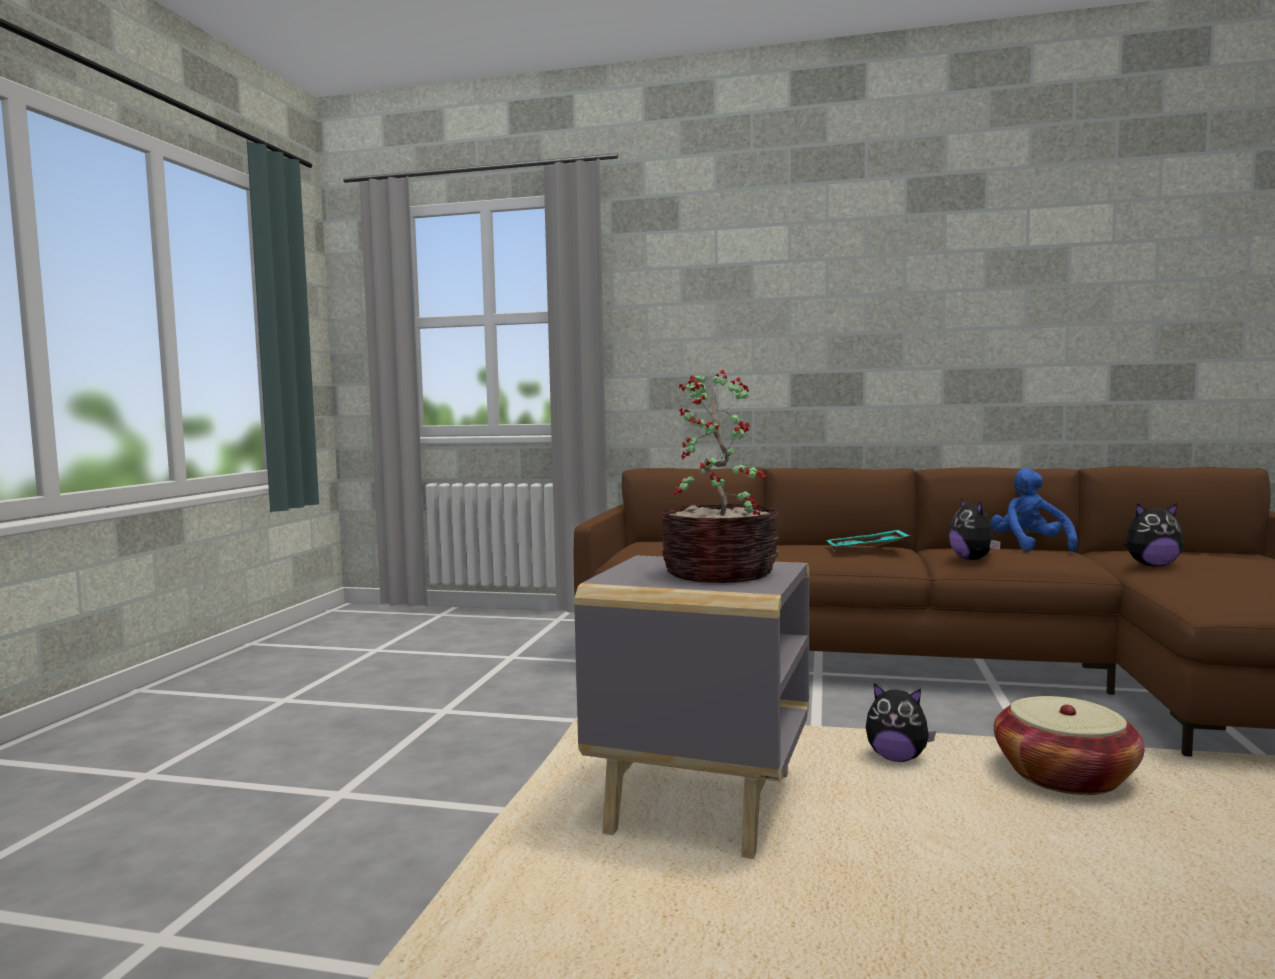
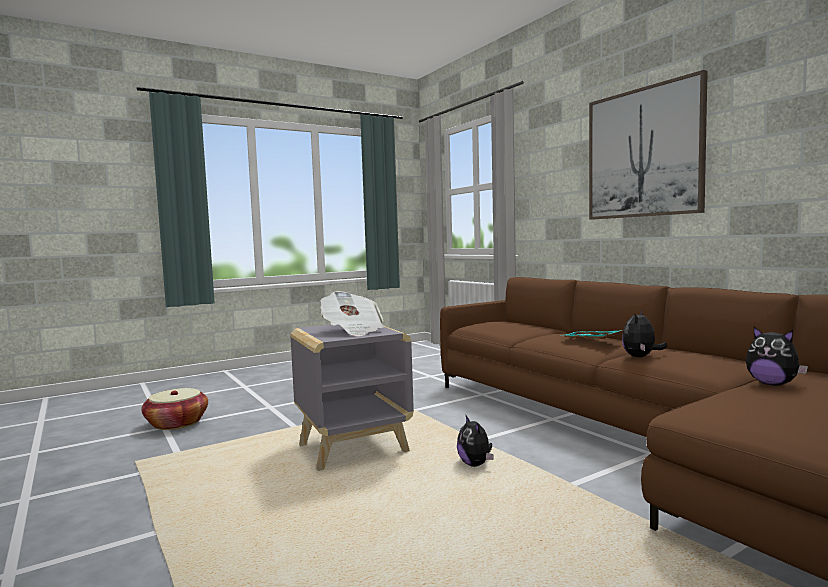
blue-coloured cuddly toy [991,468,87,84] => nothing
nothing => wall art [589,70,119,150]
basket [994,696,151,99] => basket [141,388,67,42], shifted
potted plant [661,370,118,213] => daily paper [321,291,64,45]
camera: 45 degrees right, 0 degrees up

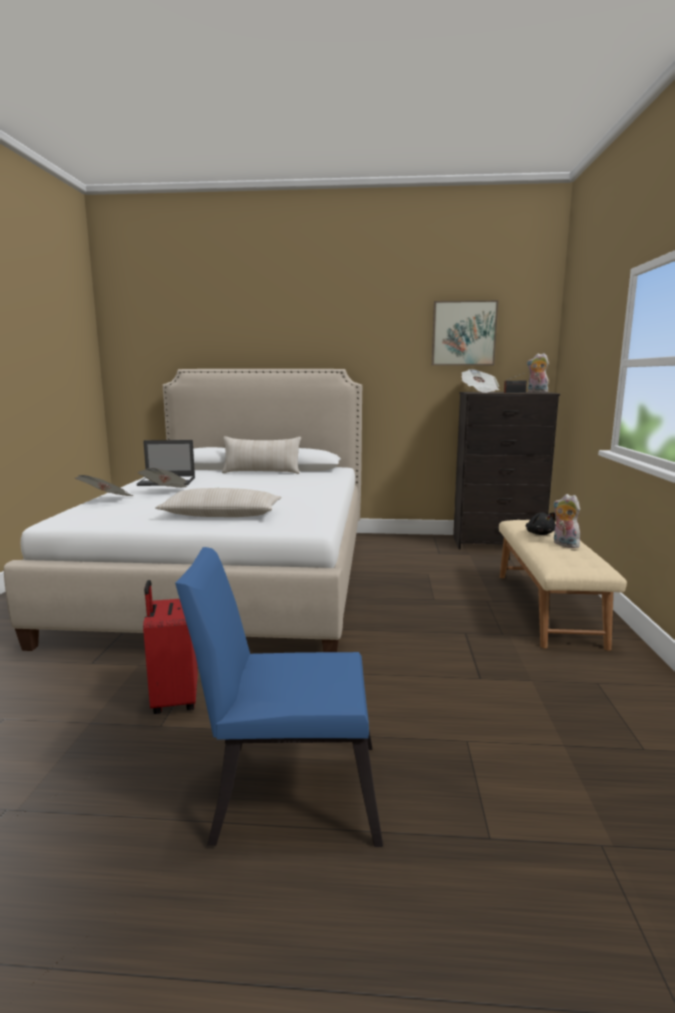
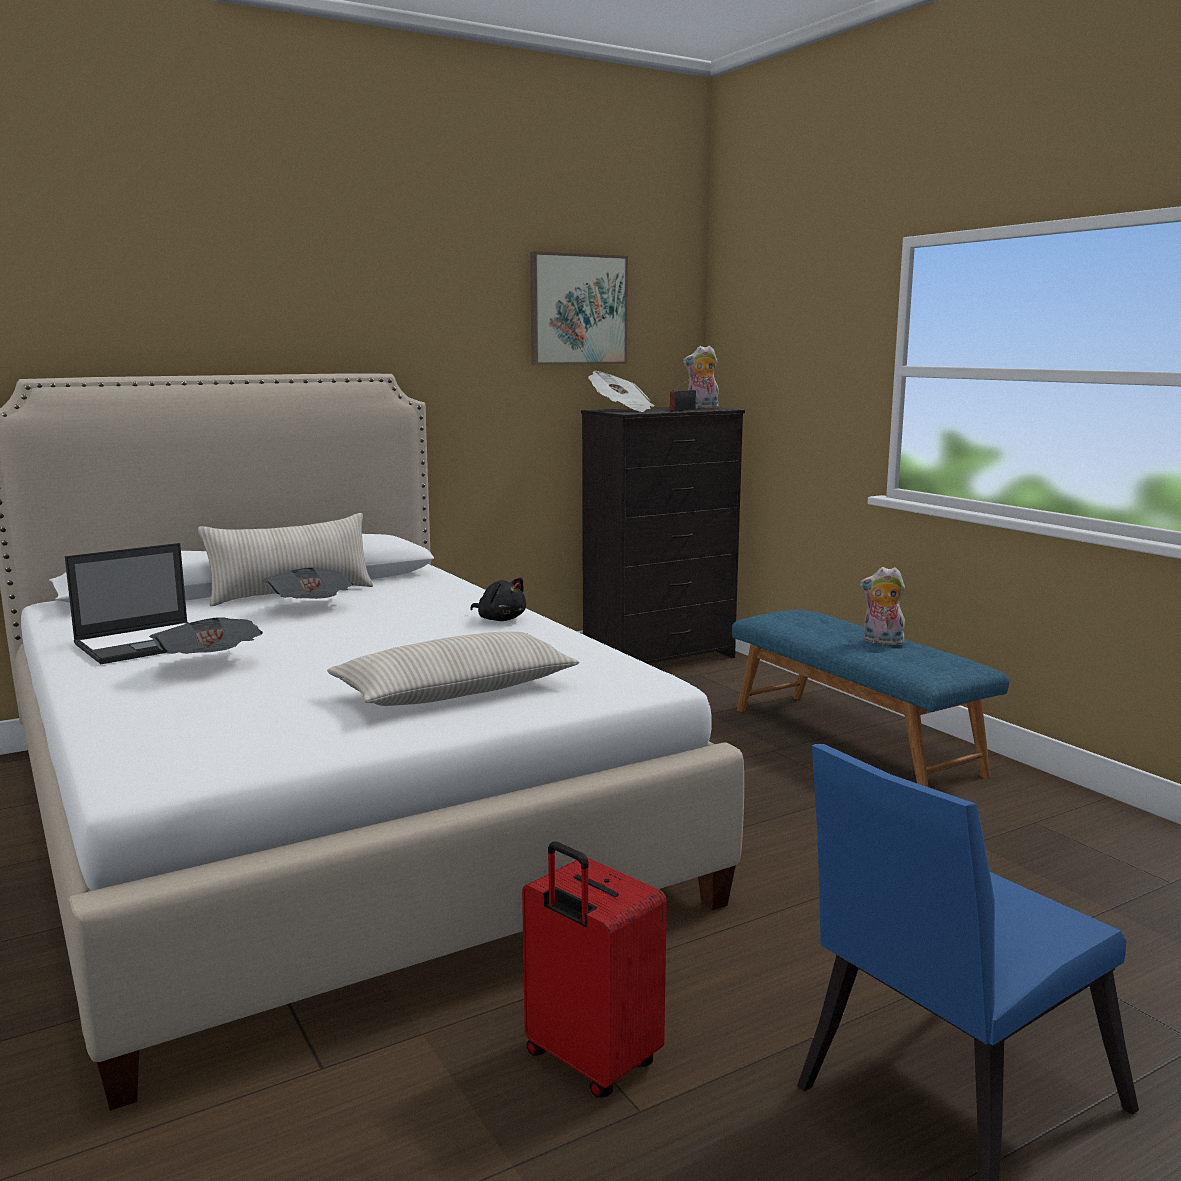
daily paper [75,475,59,21] => daily paper [263,567,90,32], shifted
black-coloured cuddly toy [526,512,30,23] => black-coloured cuddly toy [470,578,56,43], shifted
beige-coloured indoor bench [499,520,128,131] => blue-coloured indoor bench [732,610,277,177]
camera: 35 degrees left, 0 degrees up

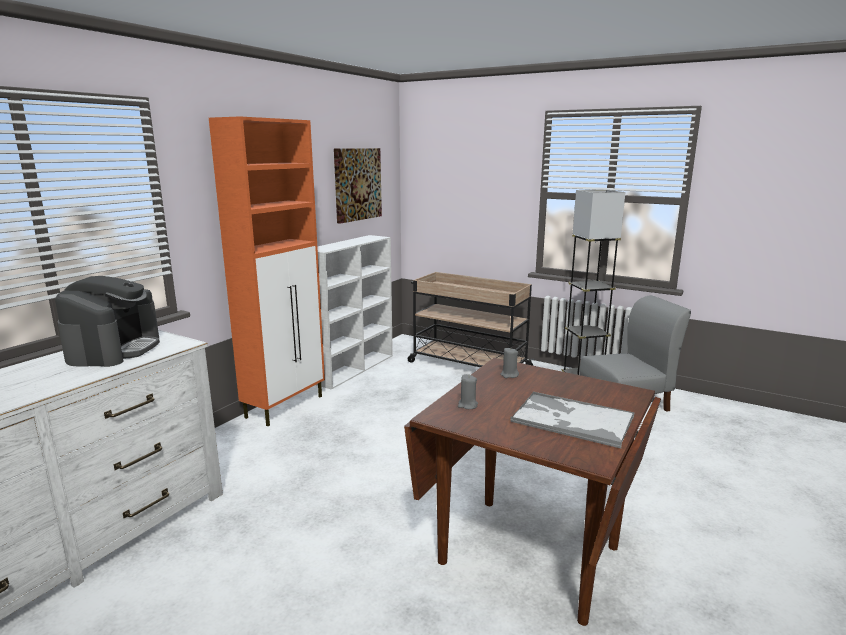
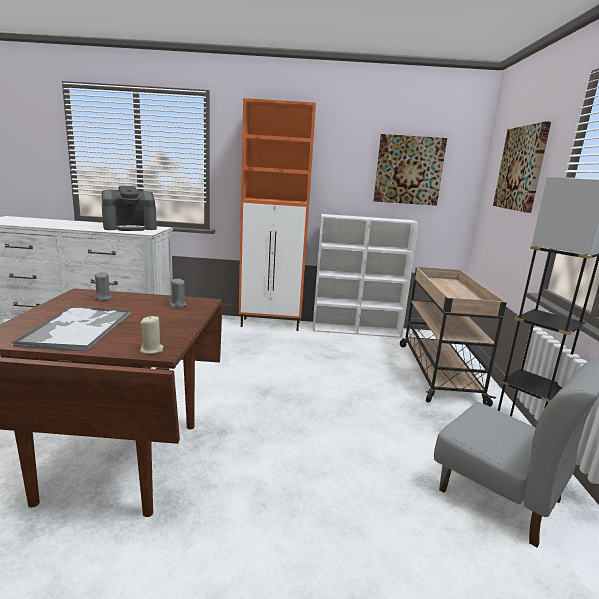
nothing => beige-coloured candle [140,315,24,39]
nothing => wall art [493,121,58,92]
camera: 60 degrees right, 0 degrees up

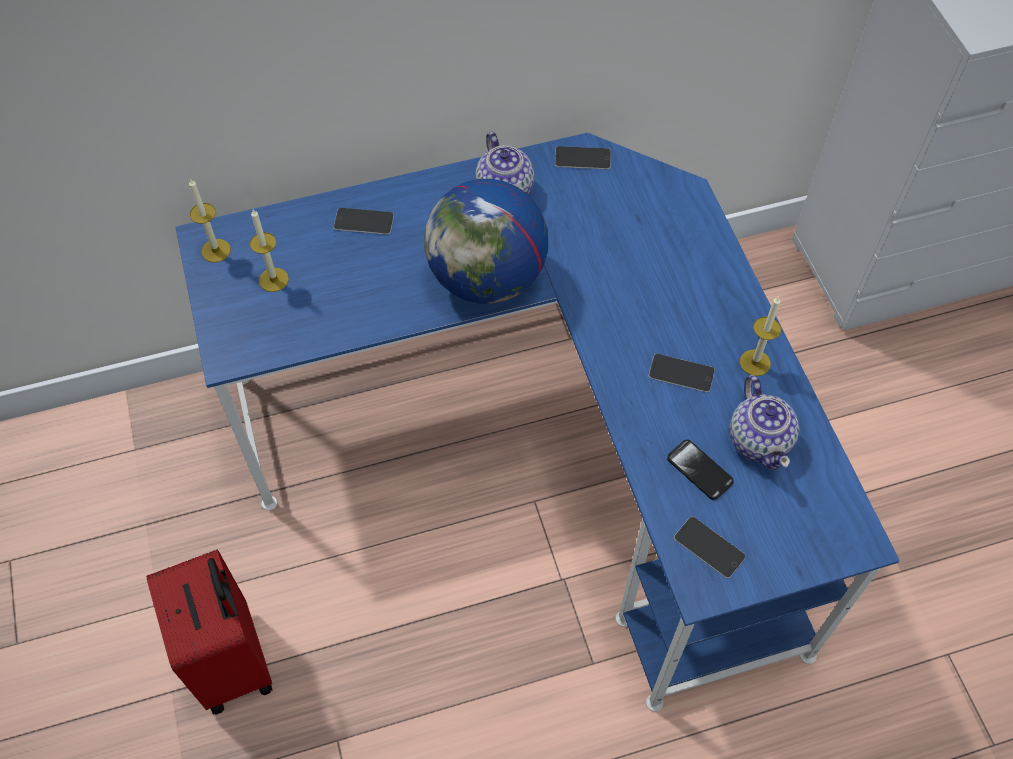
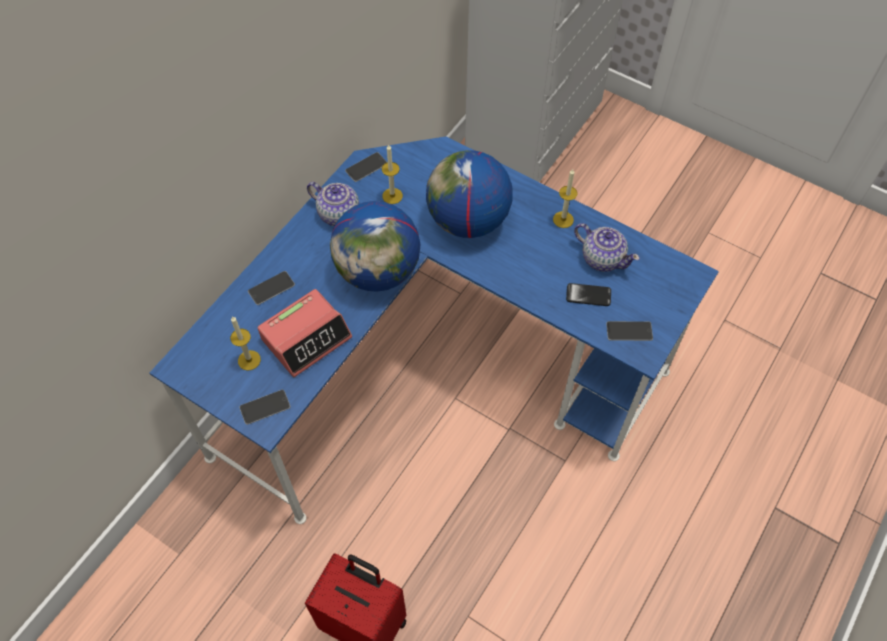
nothing => alarm clock [257,289,95,88]
nothing => world globe [426,150,87,88]
candle [189,178,42,85] => candle [382,145,21,59], shifted
handset [648,354,67,39] => handset [240,390,51,35], shifted
camera: 40 degrees left, 0 degrees up

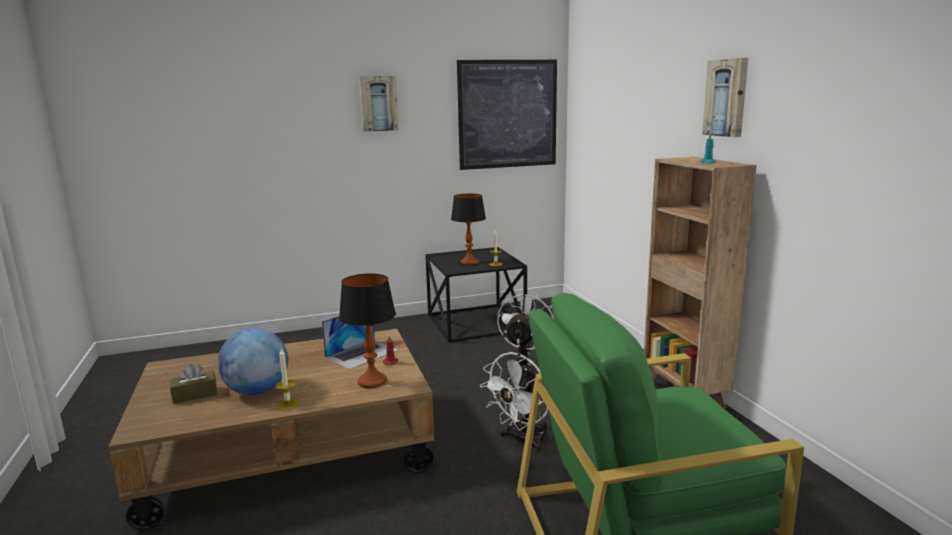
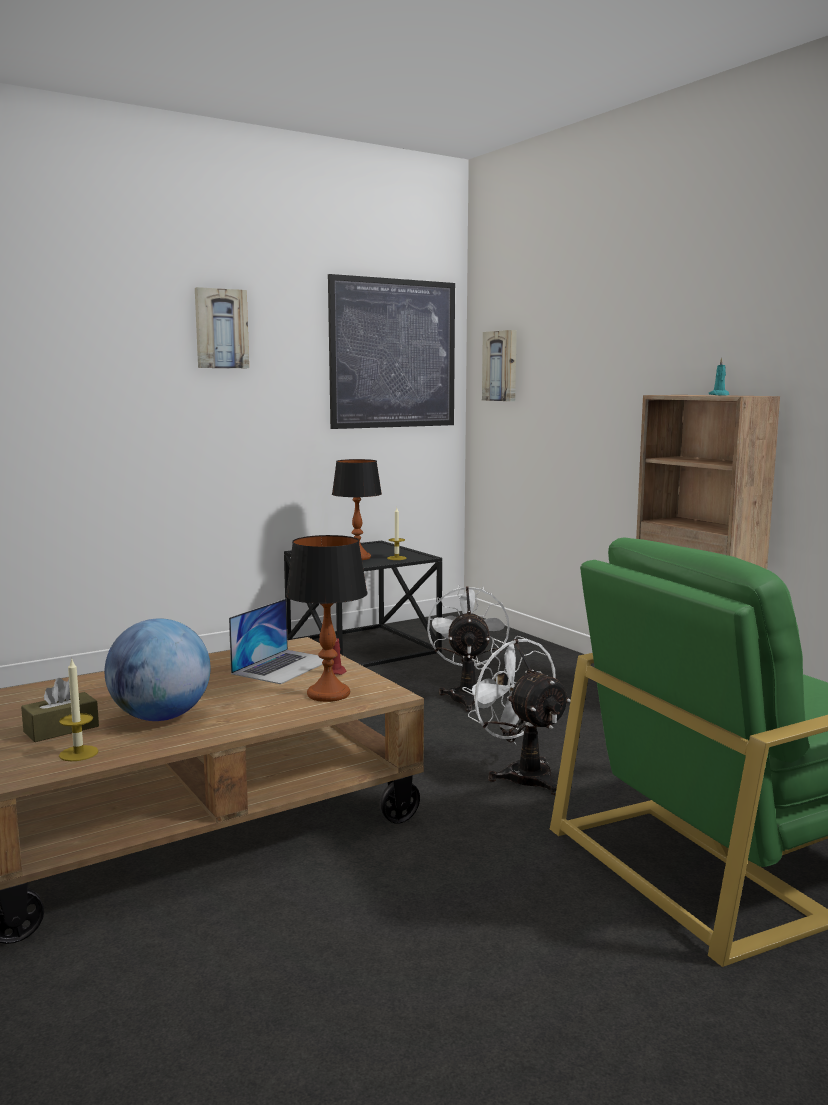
candle [276,348,24,63] => candle [59,658,39,103], shifted
wall art [702,58,46,79] => wall art [482,330,35,71], shifted
white cooling fan [480,352,68,101] => white cooling fan [462,636,109,159], 120 degrees clockwise
camera: 15 degrees left, 5 degrees down

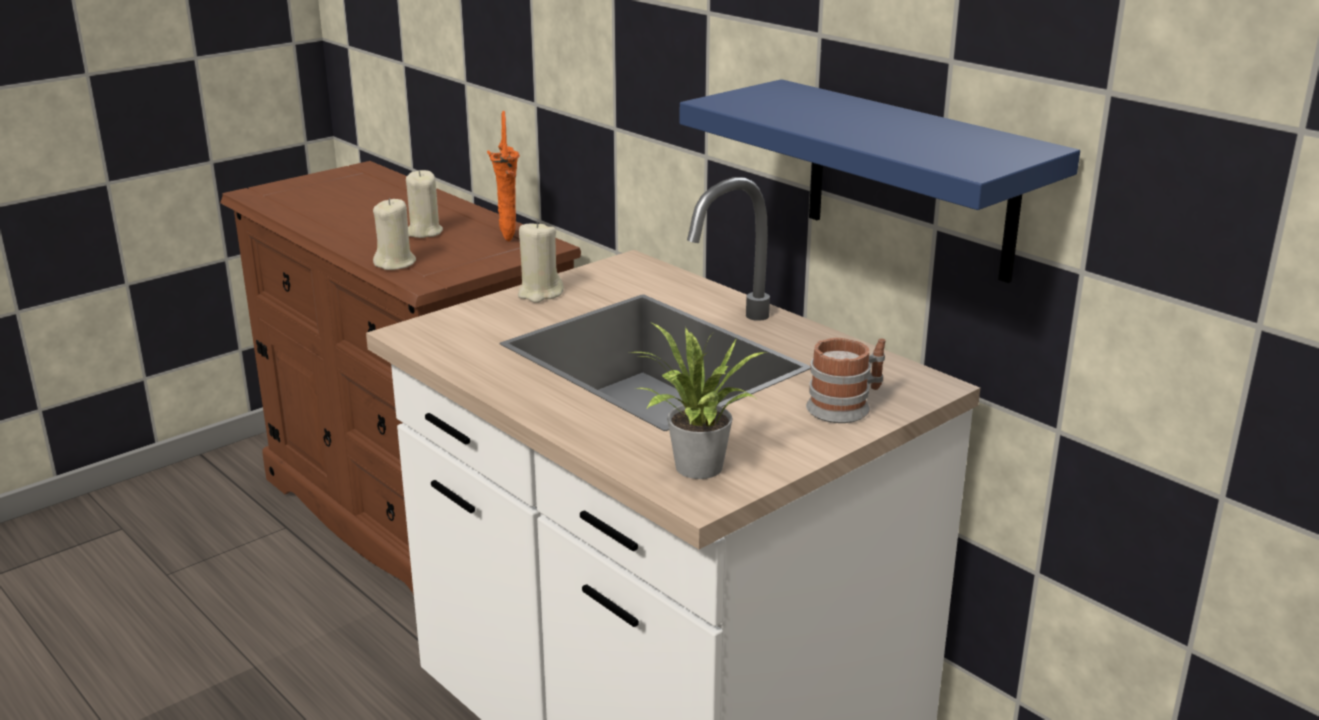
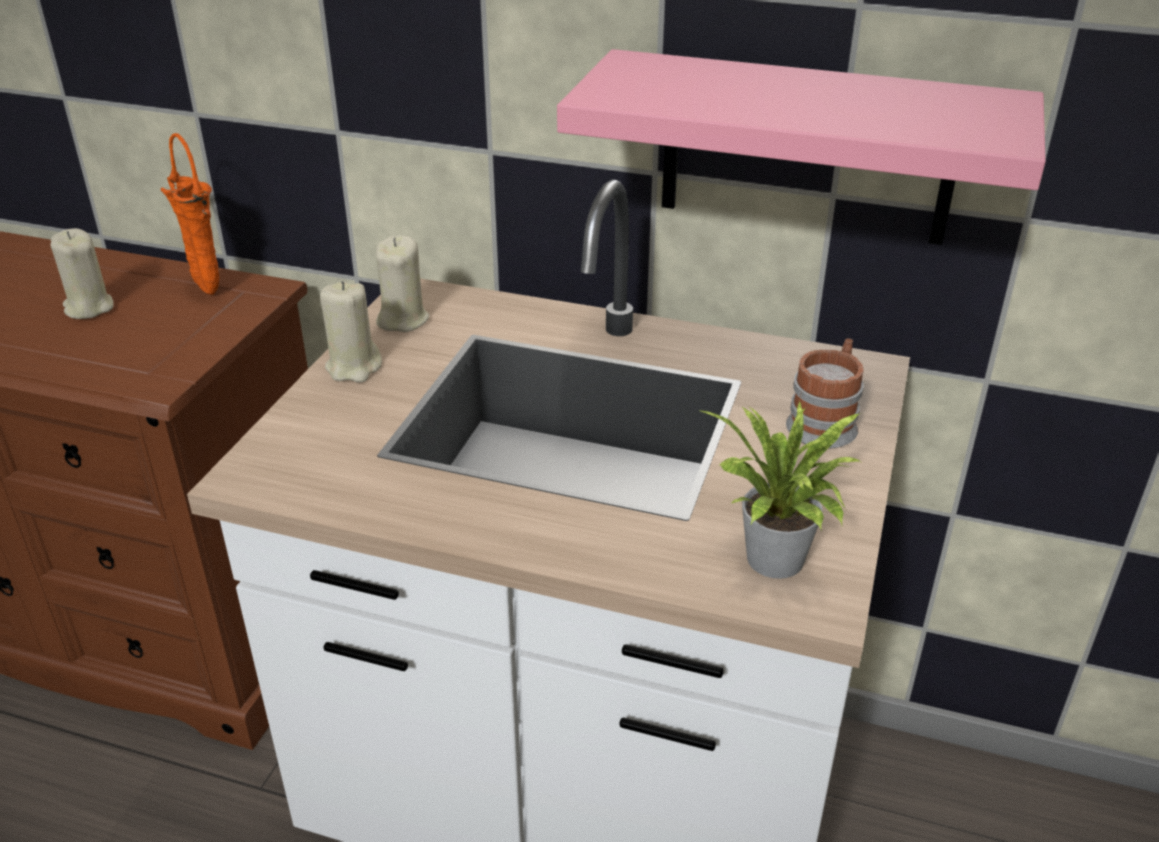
beige-coloured candle [373,198,43,72] => beige-coloured candle [376,236,53,96], shifted
blue-coloured bracket shelf [680,79,400,204] => pink-coloured bracket shelf [557,49,489,196]
camera: 30 degrees left, 10 degrees up

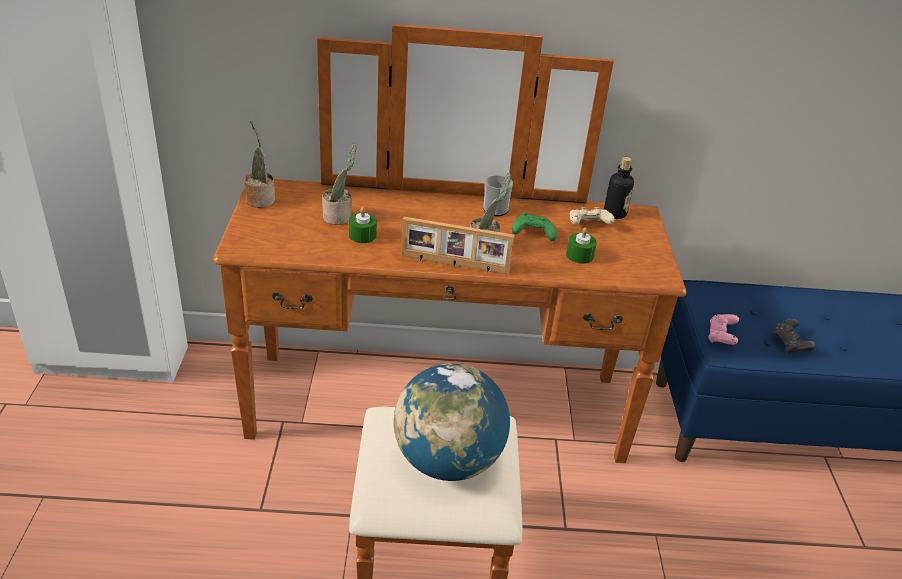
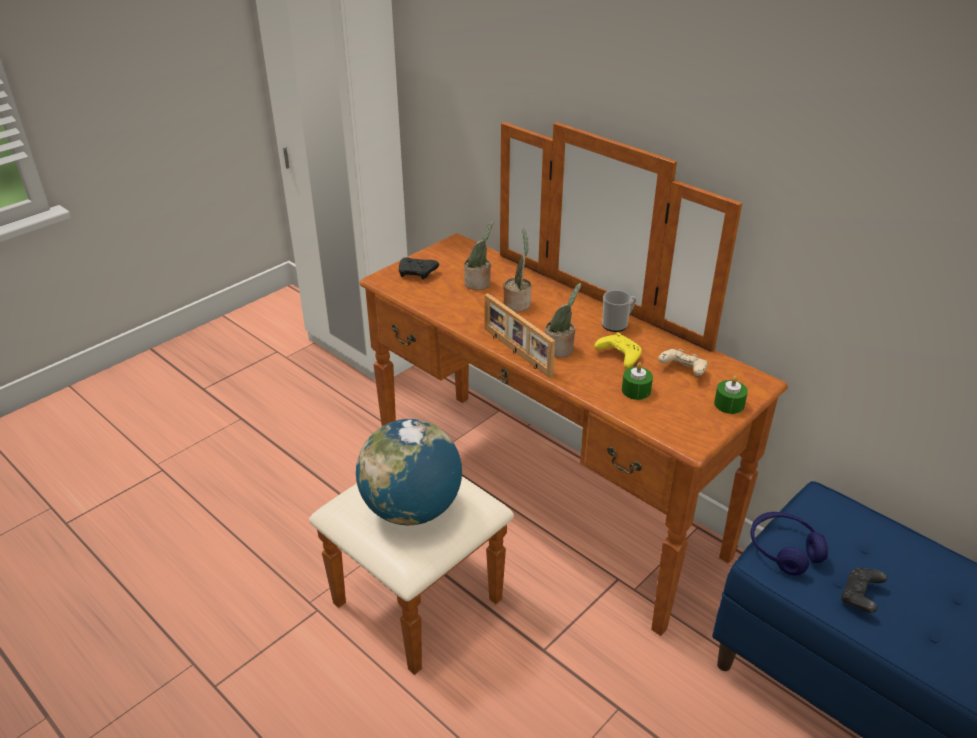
bottle [604,157,30,62] => nothing
nothing => black-coloured joypad [399,257,40,22]
potted plant [244,121,31,87] => potted plant [504,229,27,83], shifted
green-coloured candle [349,207,28,36] => green-coloured candle [714,376,34,38], shifted
pink-coloured joypad [708,314,31,31] => blue-coloured headset [750,512,78,63]
green-coloured joypad [512,212,45,29] => yellowish joypad [595,332,47,37]
camera: 45 degrees right, 0 degrees up

